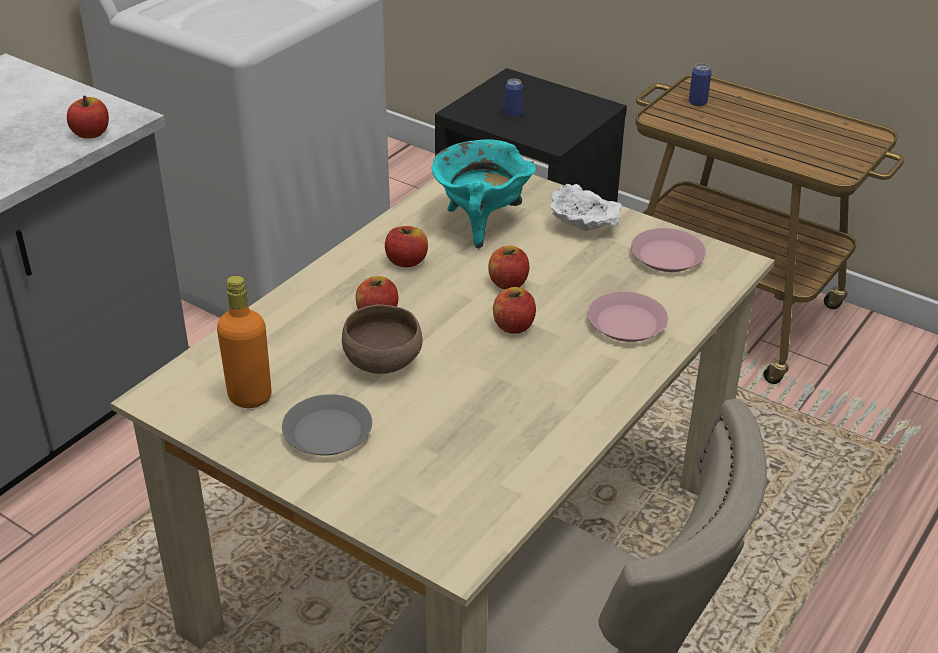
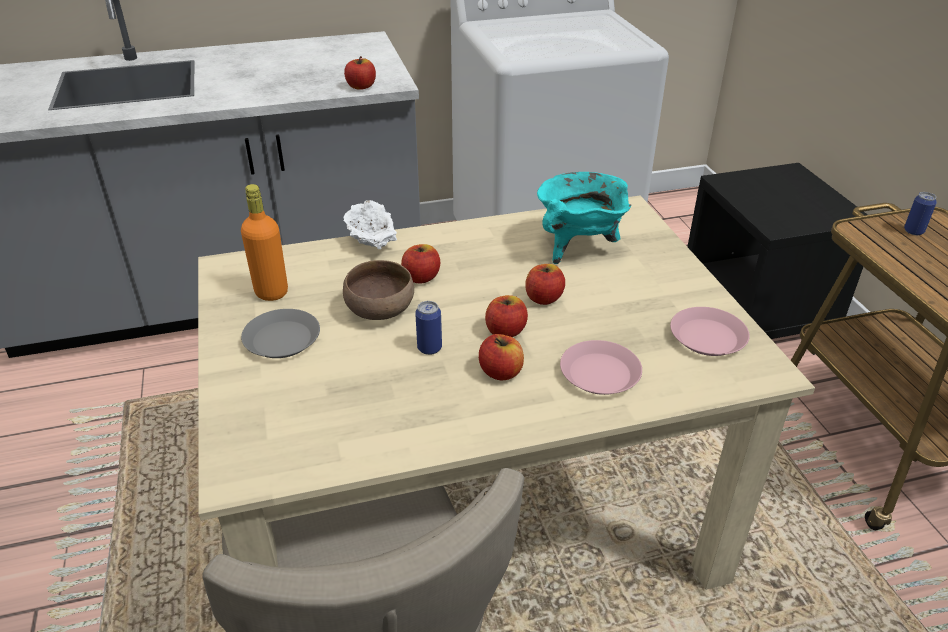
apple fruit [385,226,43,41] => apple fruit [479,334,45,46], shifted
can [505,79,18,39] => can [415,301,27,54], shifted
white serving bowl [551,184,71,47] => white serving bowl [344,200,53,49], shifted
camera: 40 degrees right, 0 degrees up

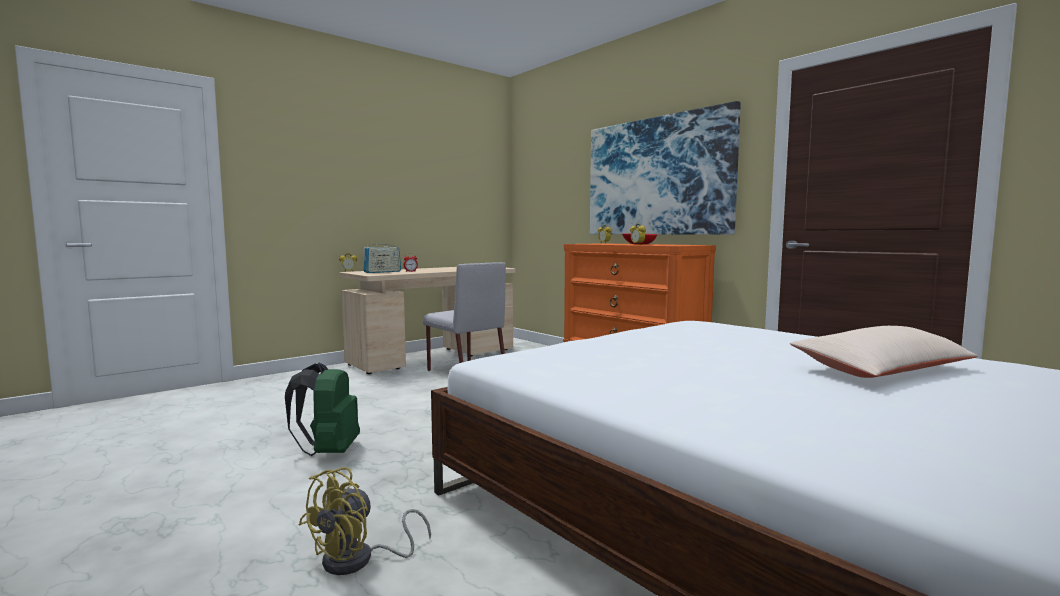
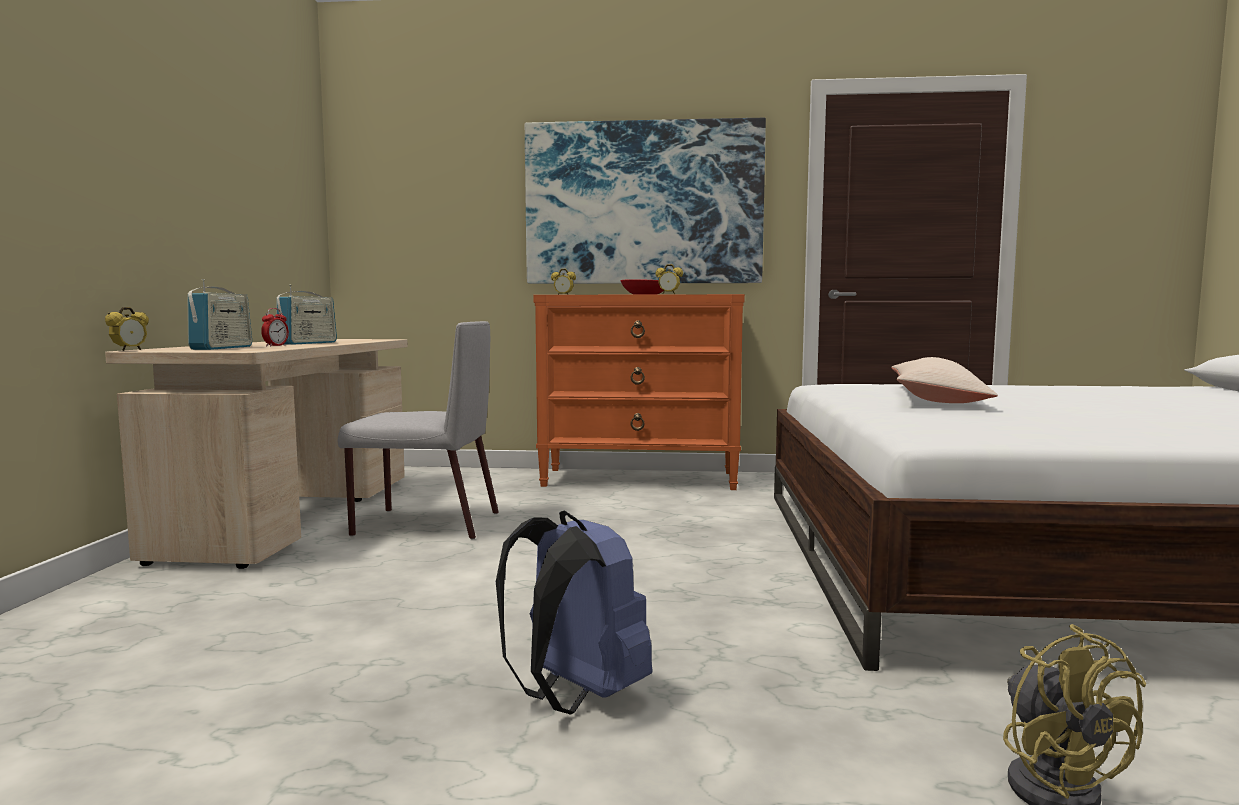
nothing => radio set [276,285,61,60]
beige-coloured throw pillow [790,326,188,52] => beige-coloured throw pillow [891,357,107,46], shifted
green-coloured rucksack [285,362,75,94] => blue-coloured rucksack [496,510,156,205]
camera: 45 degrees left, 0 degrees up

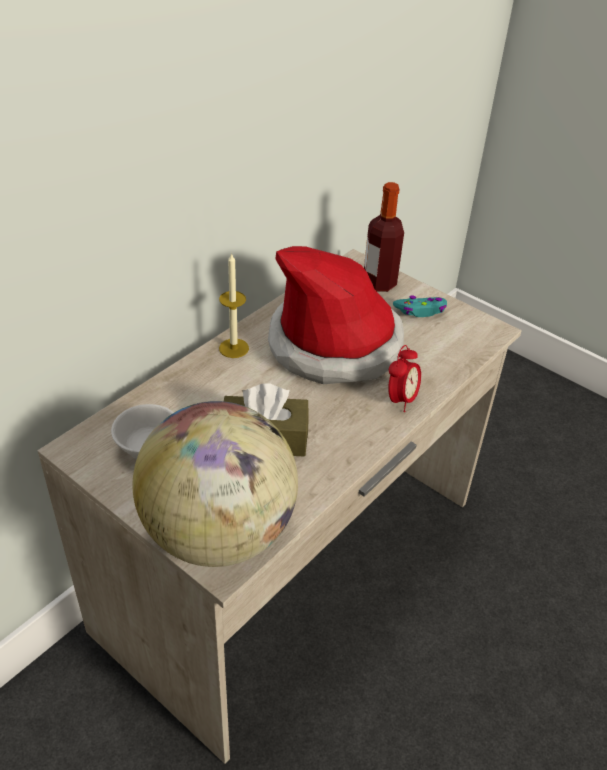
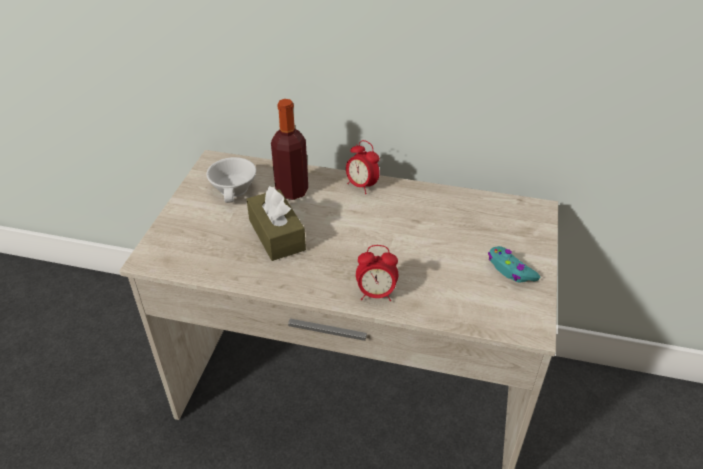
world globe [133,401,165,166] => nothing
wearable hat [268,246,136,138] => nothing
bottle [364,182,40,110] => bottle [271,99,37,101], shifted
candle [219,252,30,106] => alarm clock [346,140,34,54]
camera: 65 degrees right, 0 degrees up

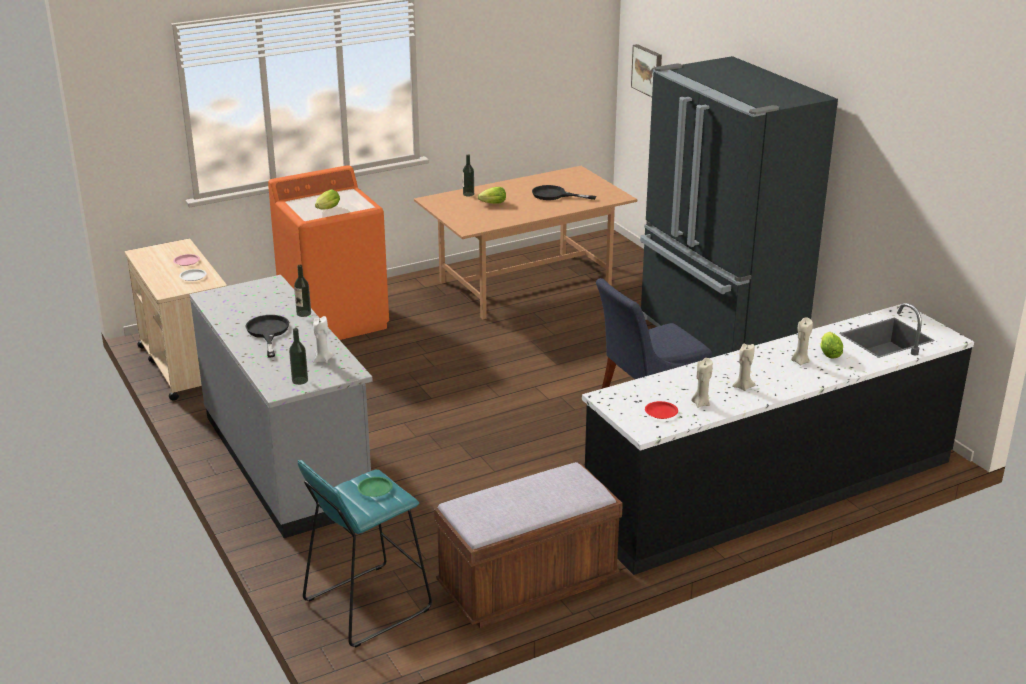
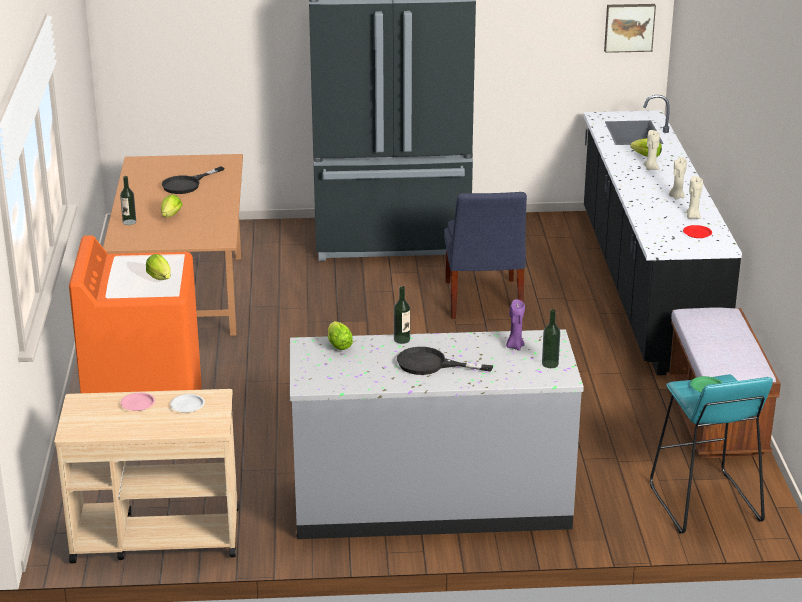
nothing => lettuce [328,321,25,29]
wall art [631,44,31,53] => wall art [604,4,52,49], shifted
white candle [313,316,21,47] => purplish candle [506,299,19,52]
camera: 65 degrees left, 0 degrees up

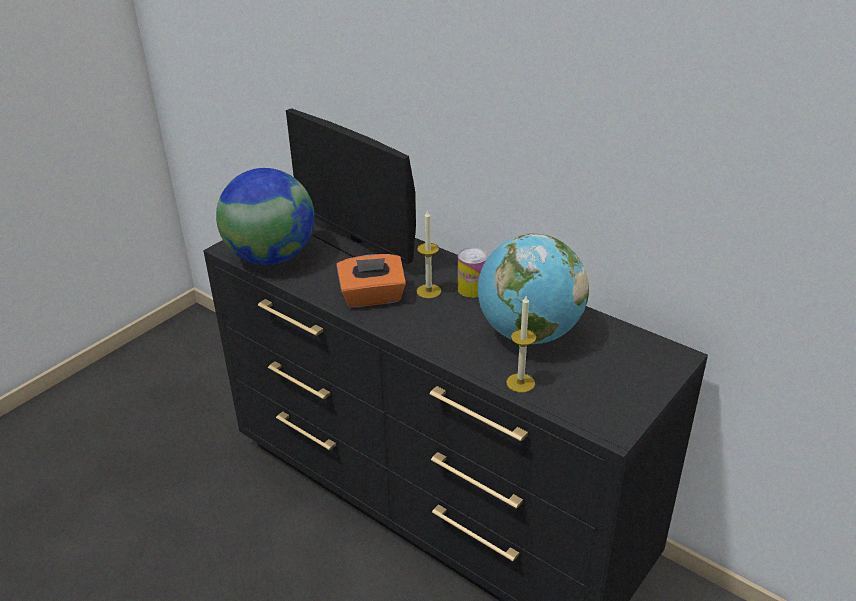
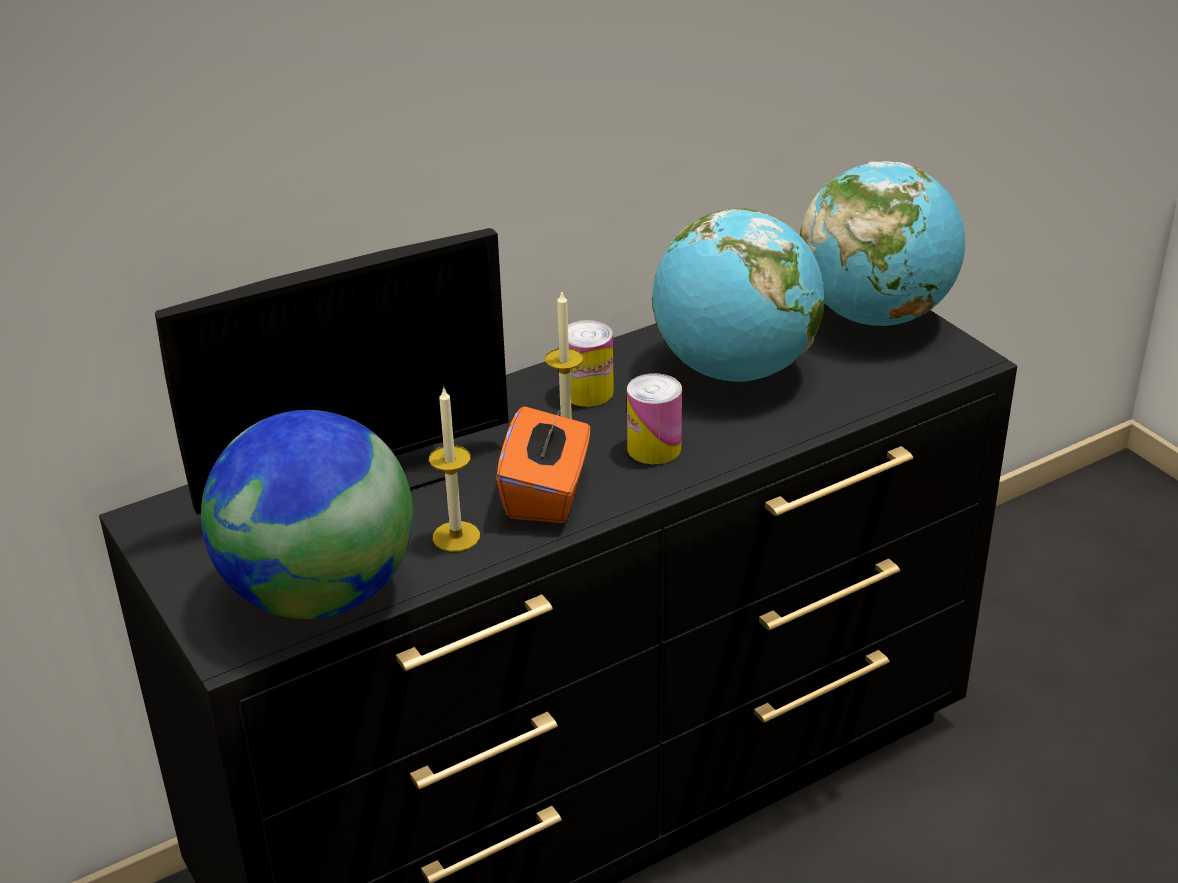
nothing => can [627,373,55,91]
nothing => world globe [800,161,165,165]
candle [506,296,30,97] => candle [429,388,51,164], shifted
camera: 70 degrees left, 0 degrees up

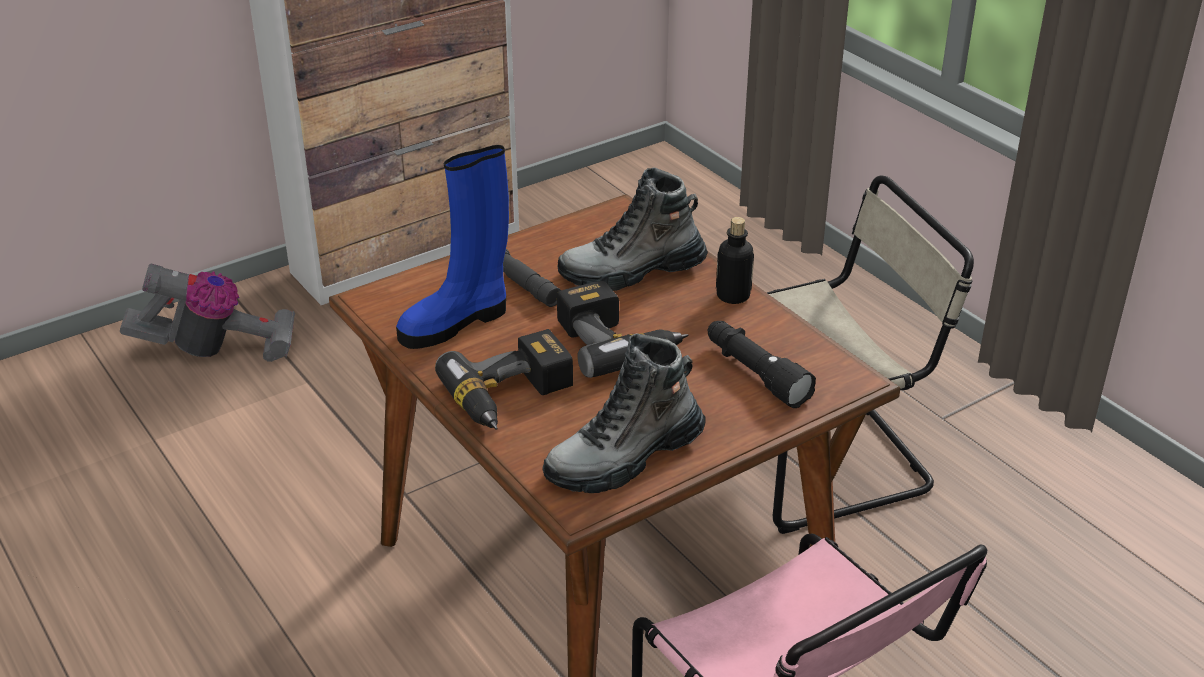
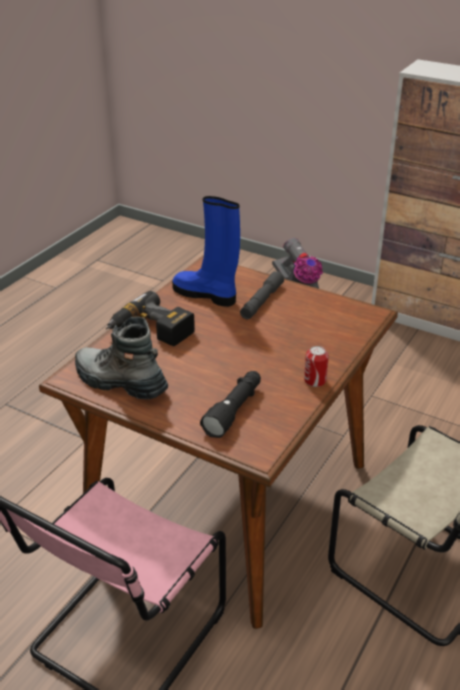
power drill [557,281,132,97] => nothing
tall boot [558,167,150,124] => nothing
bottle [716,217,38,87] => can [304,346,25,41]
camera: 65 degrees right, 0 degrees up

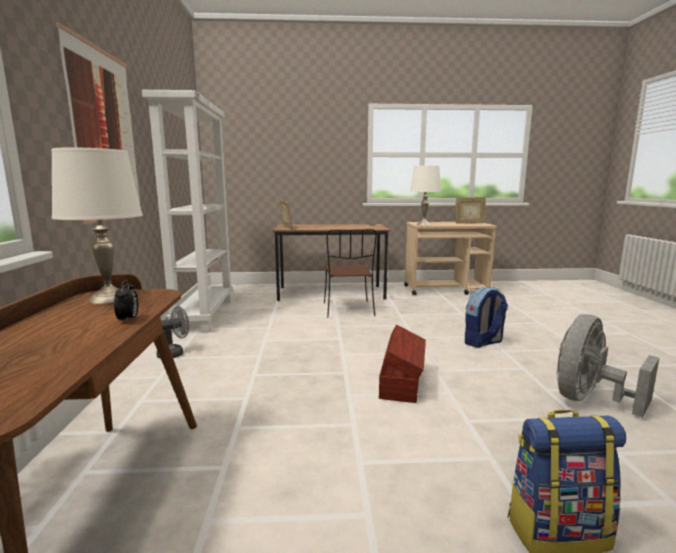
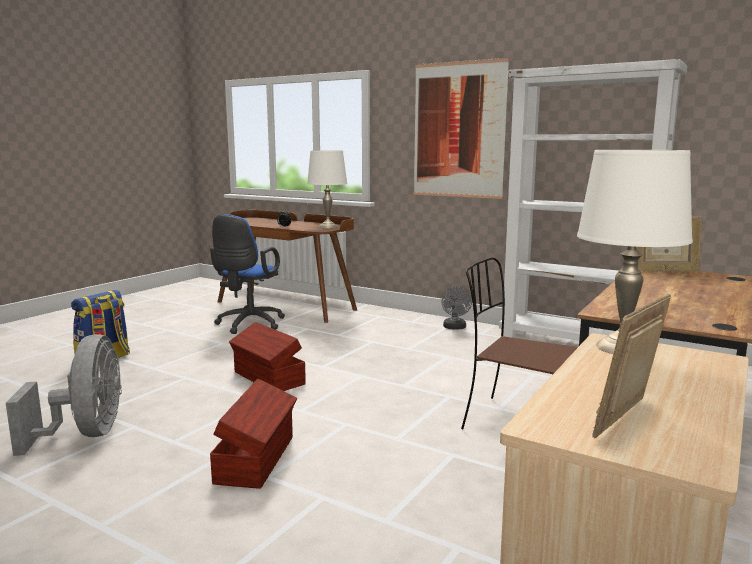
nothing => blue-coloured computer chair [210,214,75,120]
rucksack [465,287,43,61] => brown-coloured storage bin [210,379,87,110]
camera: 125 degrees right, 0 degrees up

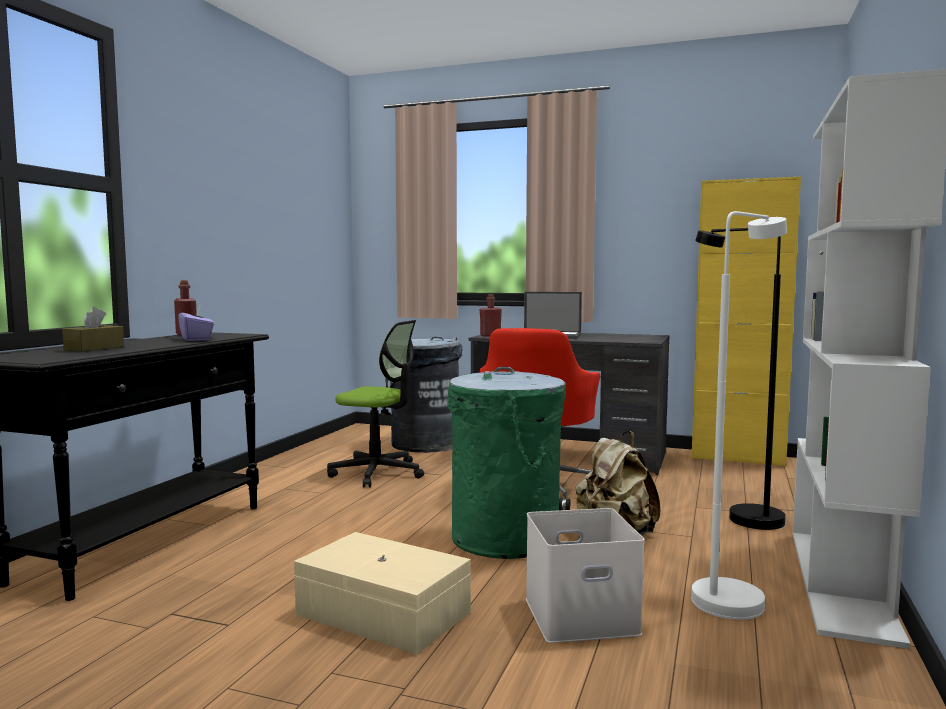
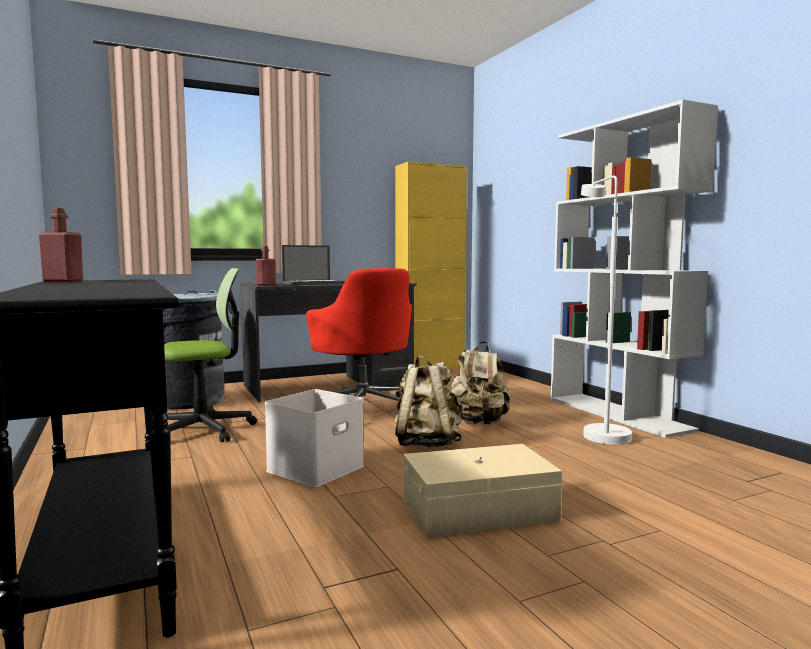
brown-coloured box of tissues [62,307,62,45] => nothing
purplish box of tissues [178,305,36,36] => nothing
black-coloured standing lamp [695,228,90,302] => nothing
white storage bin [526,508,119,135] => white storage bin [265,389,99,99], shifted
green-coloured rubbish bin [447,367,119,192] => beige-coloured rucksack [394,355,68,92]
camera: 45 degrees left, 0 degrees up

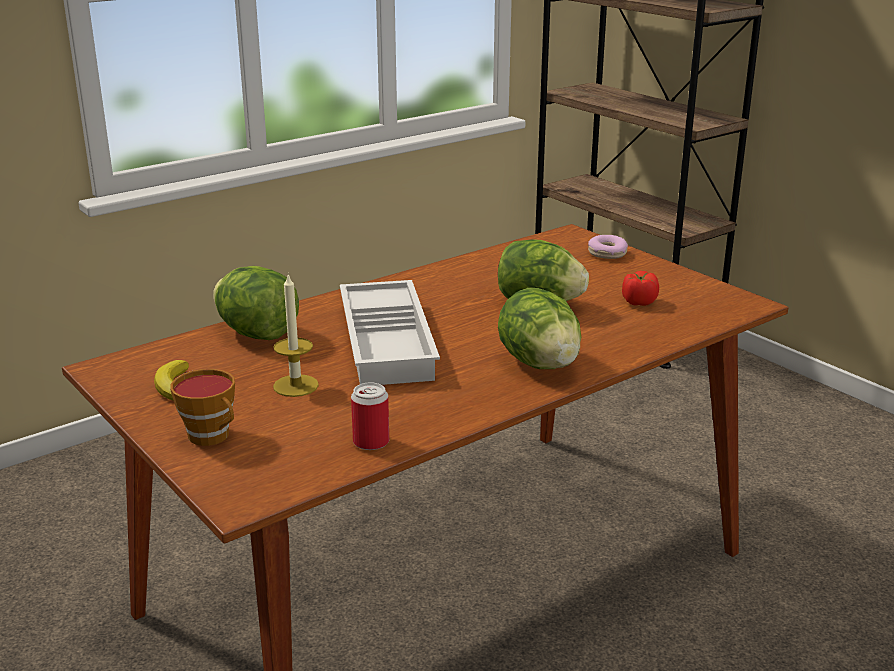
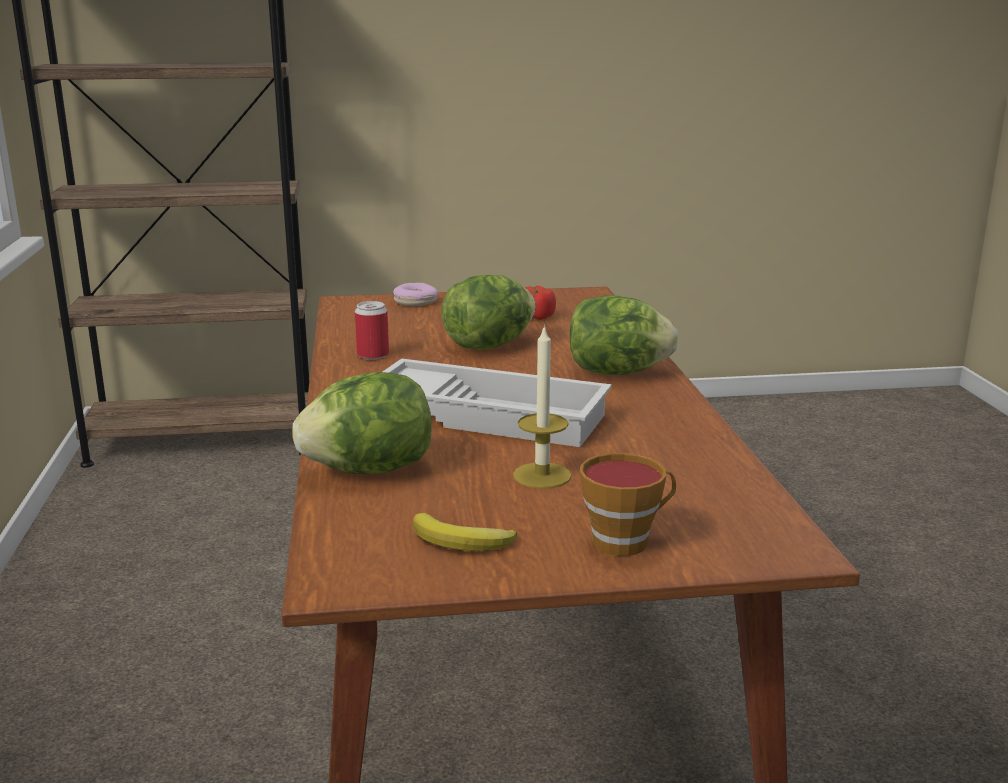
can [351,382,38,68] => can [355,301,34,59], shifted
camera: 60 degrees left, 5 degrees down

